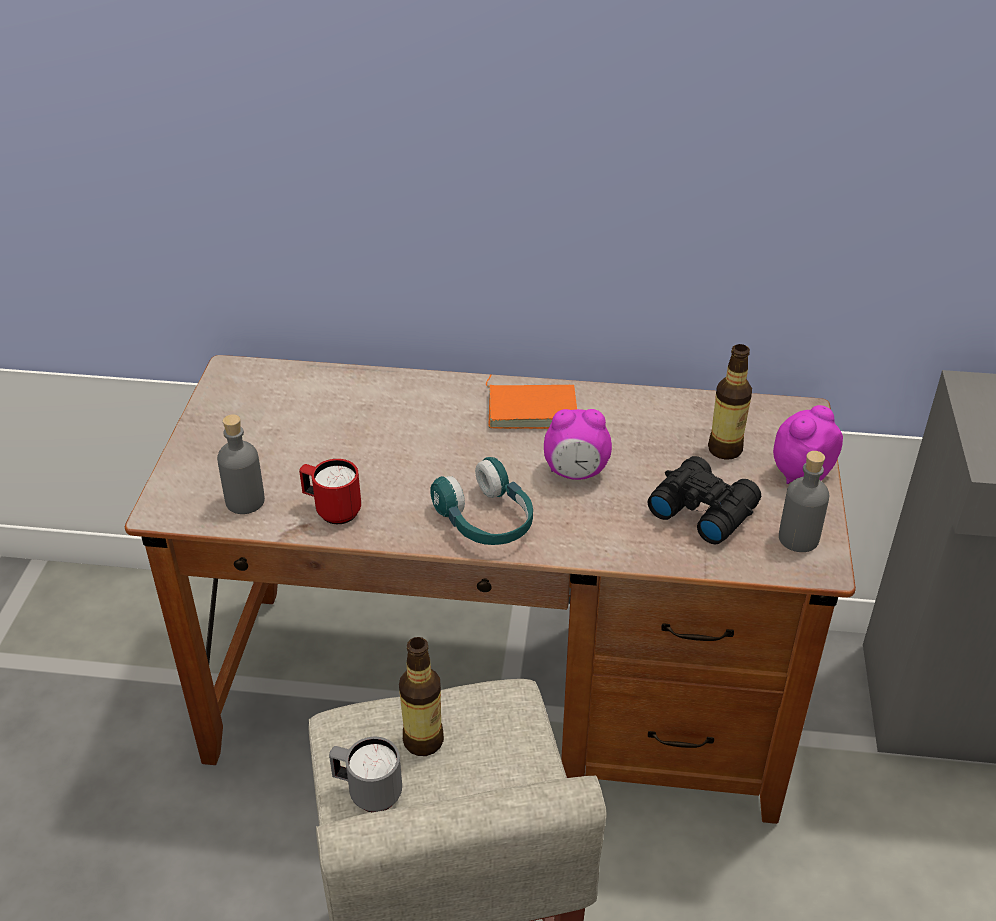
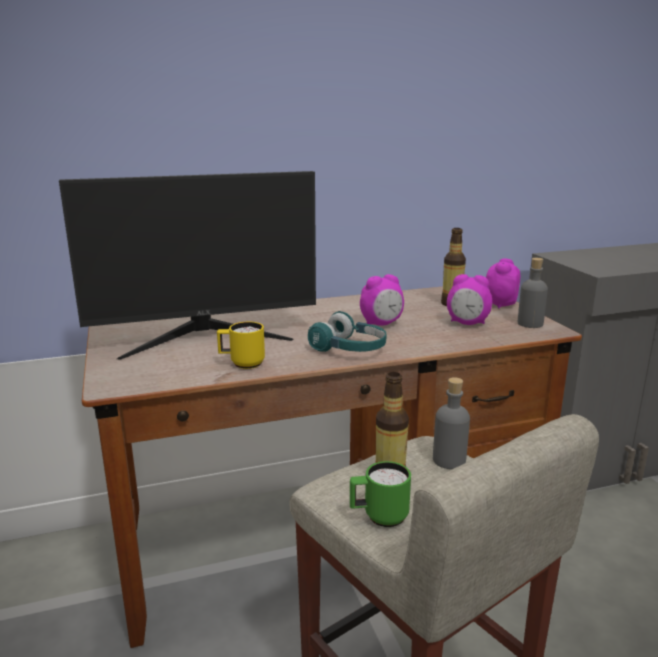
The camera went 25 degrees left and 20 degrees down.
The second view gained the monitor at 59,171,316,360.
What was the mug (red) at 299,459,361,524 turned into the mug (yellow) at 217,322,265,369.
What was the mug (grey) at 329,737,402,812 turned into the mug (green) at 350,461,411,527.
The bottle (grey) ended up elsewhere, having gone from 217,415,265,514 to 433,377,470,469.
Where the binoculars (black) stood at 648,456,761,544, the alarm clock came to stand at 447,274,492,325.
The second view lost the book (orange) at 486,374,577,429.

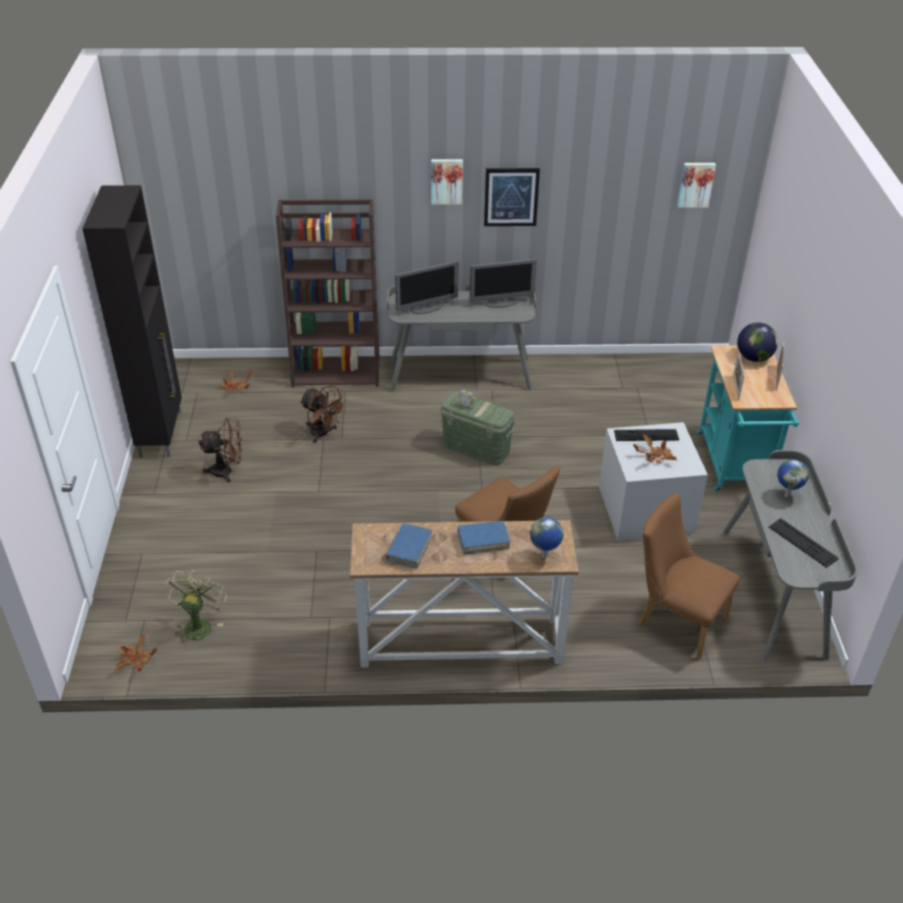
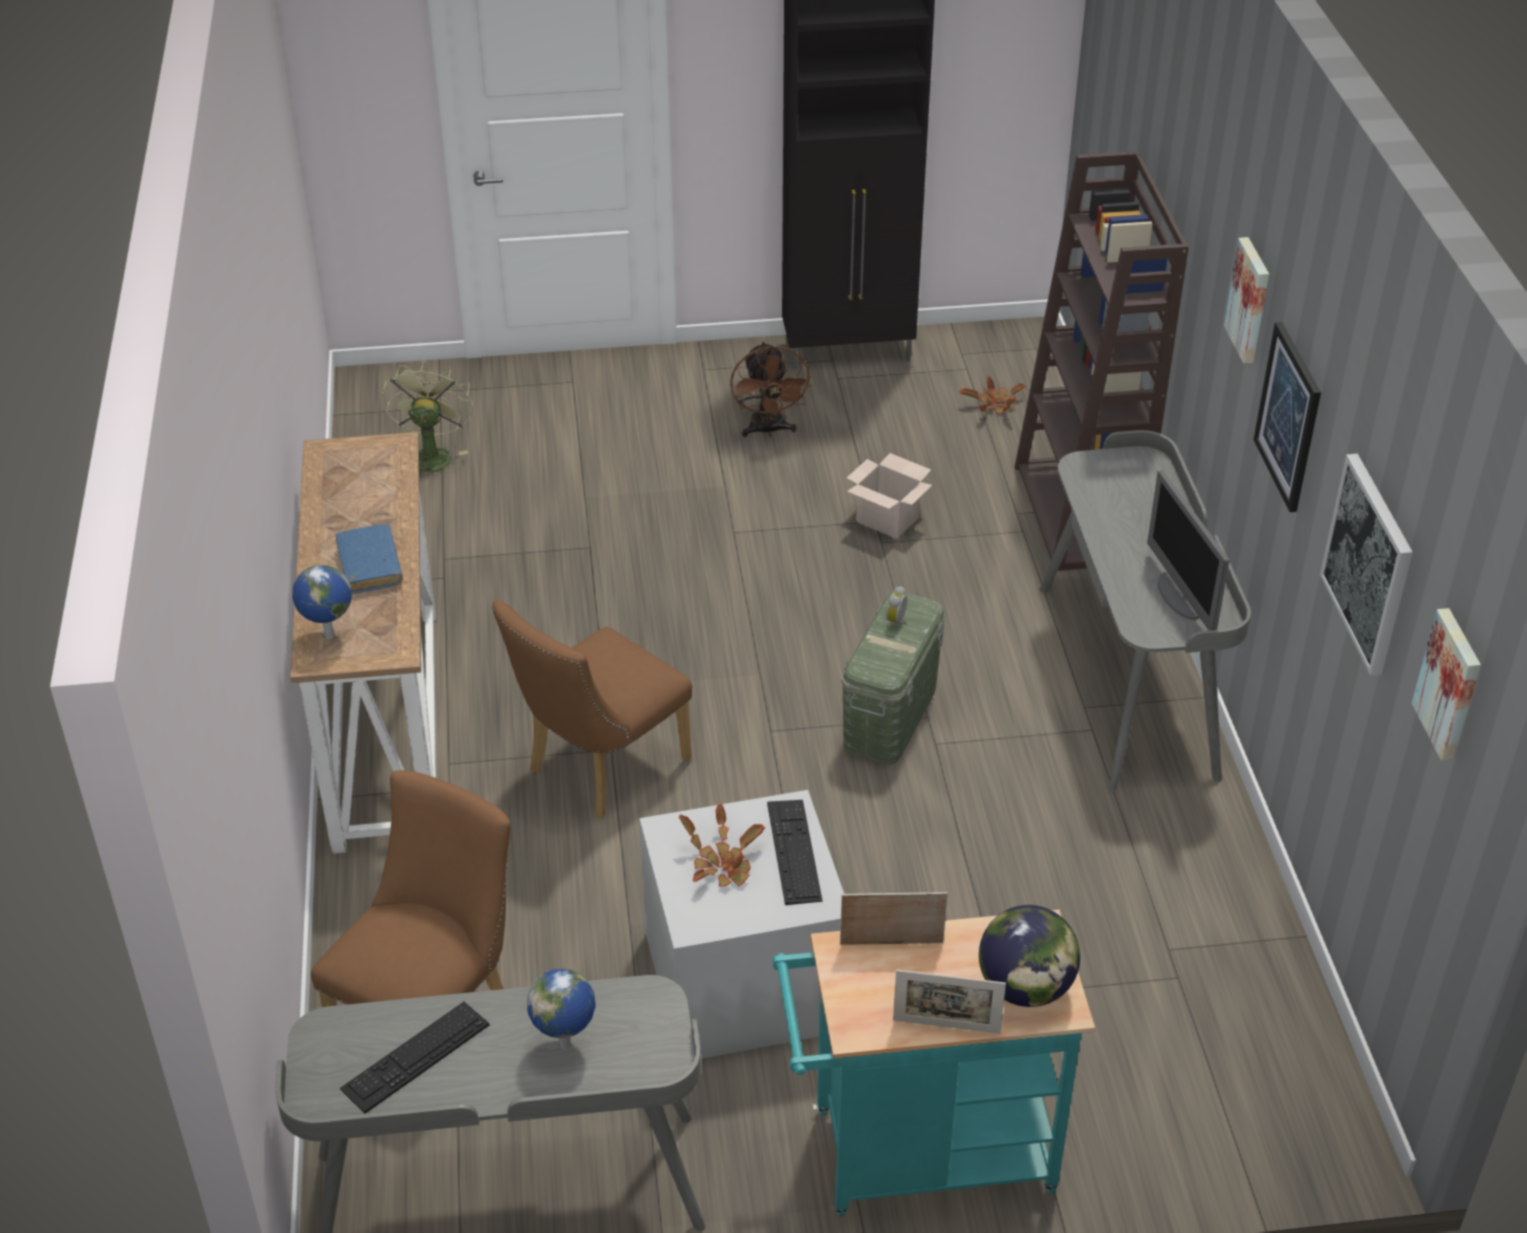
The camera went 85 degrees right and 0 degrees up.
The fan (green) at 164,570,227,646 ended up facing another way, 90 degrees counterclockwise from before.
Where the fan (brown) stood at 300,385,346,443, the cardboard box came to stand at 847,453,932,539.
The second view gained the picture at 1320,454,1413,676.
The second view lost the potted plant at 115,634,158,671.
The second view lost the book (blue) at 386,524,432,569.
The second view lost the monitor at 395,261,459,314.

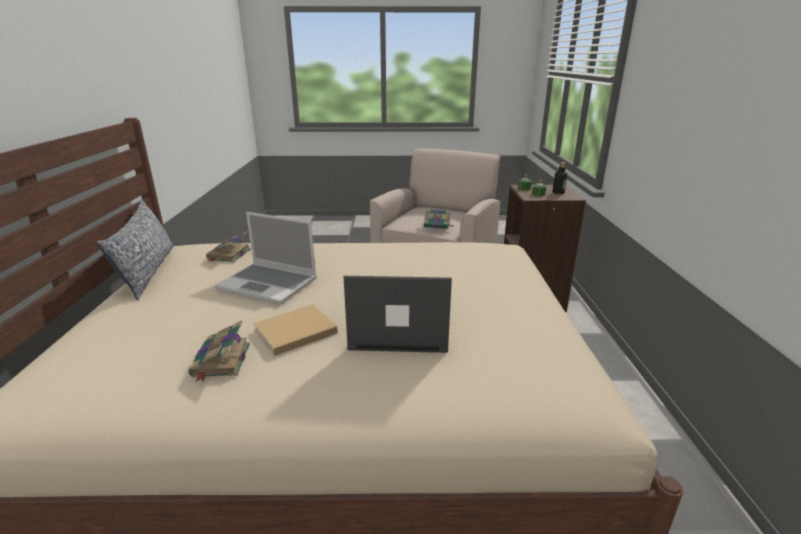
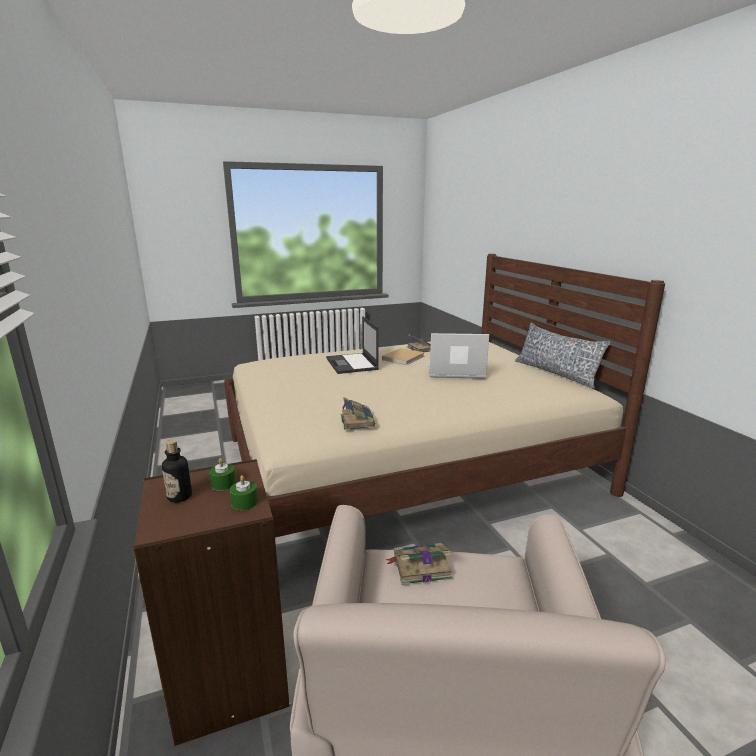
The camera went 160 degrees right and 5 degrees down.
The laptop at 343,276,452,353 ended up facing another way, 90 degrees clockwise from before.
The book ended up elsewhere, having gone from 206,231,251,262 to 341,397,375,430.

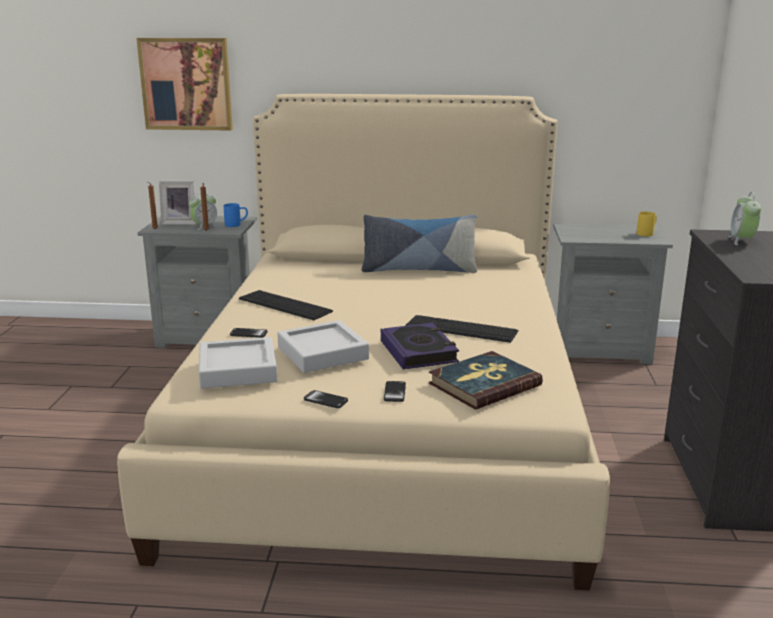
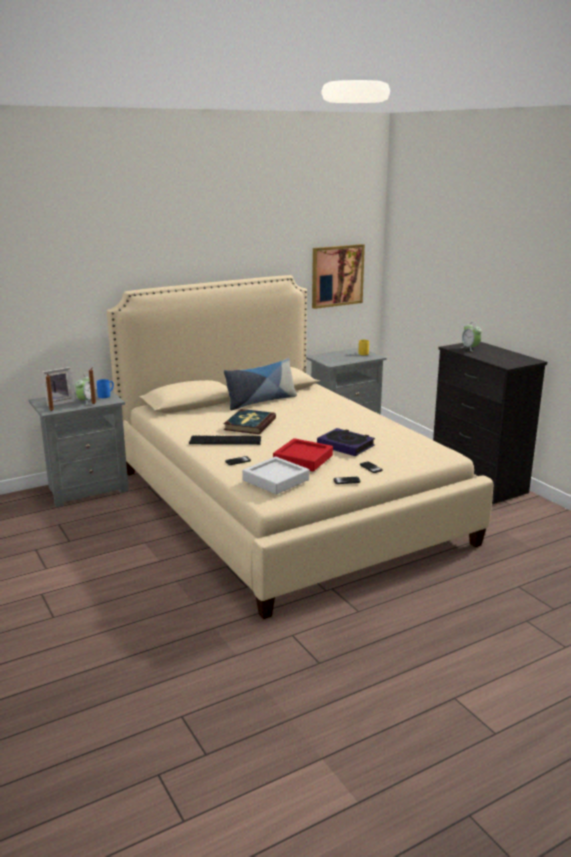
The camera went 35 degrees left and 0 degrees up.
The book ended up elsewhere, having gone from 429,351,543,410 to 224,409,276,434.
What was the tray (grey) at 277,320,369,373 turned into the tray (red) at 273,438,333,471.
The picture ended up elsewhere, having gone from 137,38,233,131 to 312,244,365,309.
The second view lost the keyboard at 405,315,518,343.

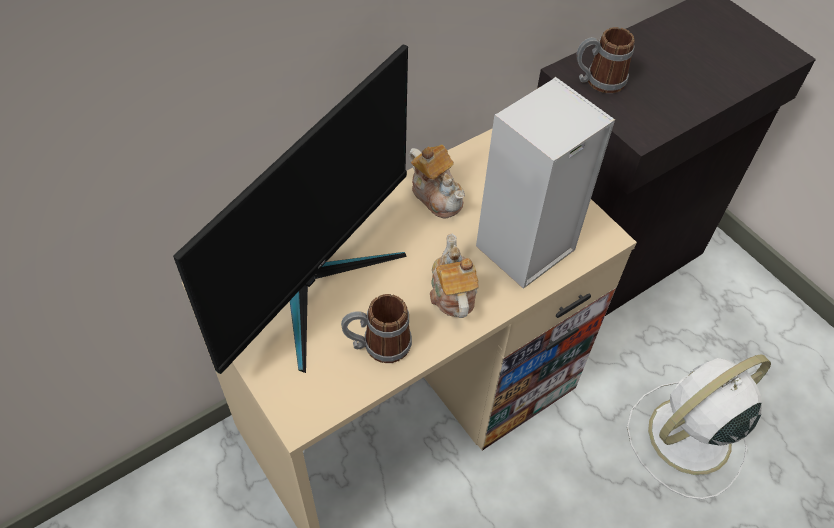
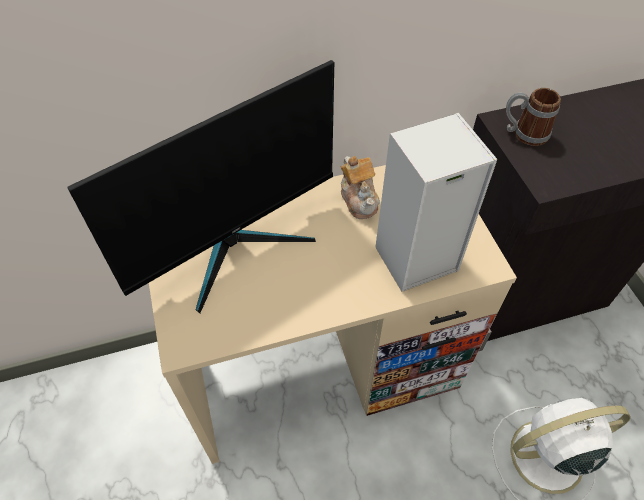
The camera went 20 degrees right and 0 degrees up.
The second view lost the mug at 341,294,412,363.
The second view lost the teapot at 430,233,479,318.

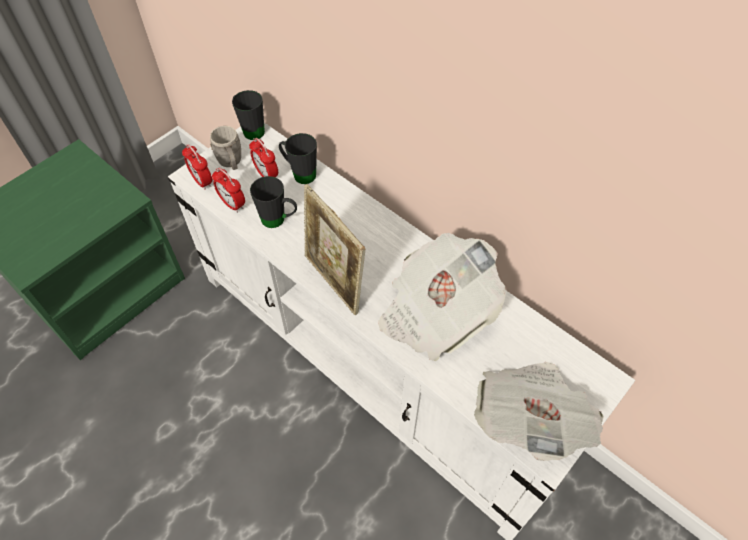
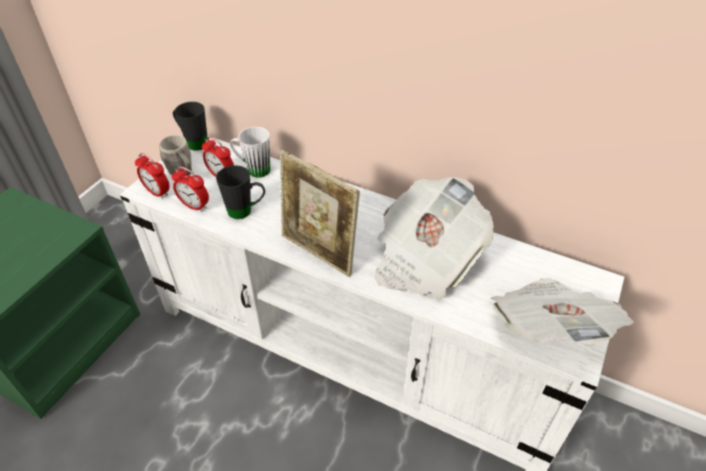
The camera went 15 degrees left and 10 degrees down.
What was the mug (black) at 279,133,317,184 turned into the mug (white) at 230,127,270,178.

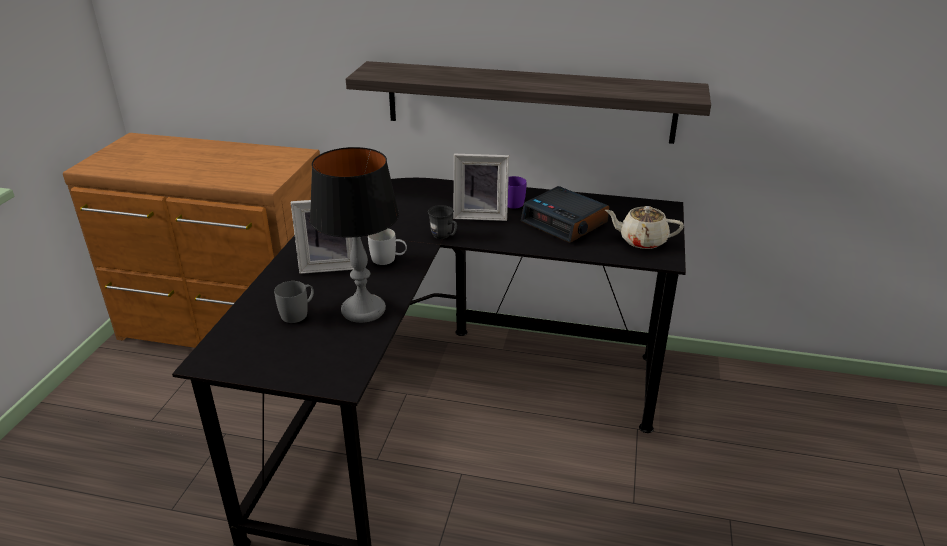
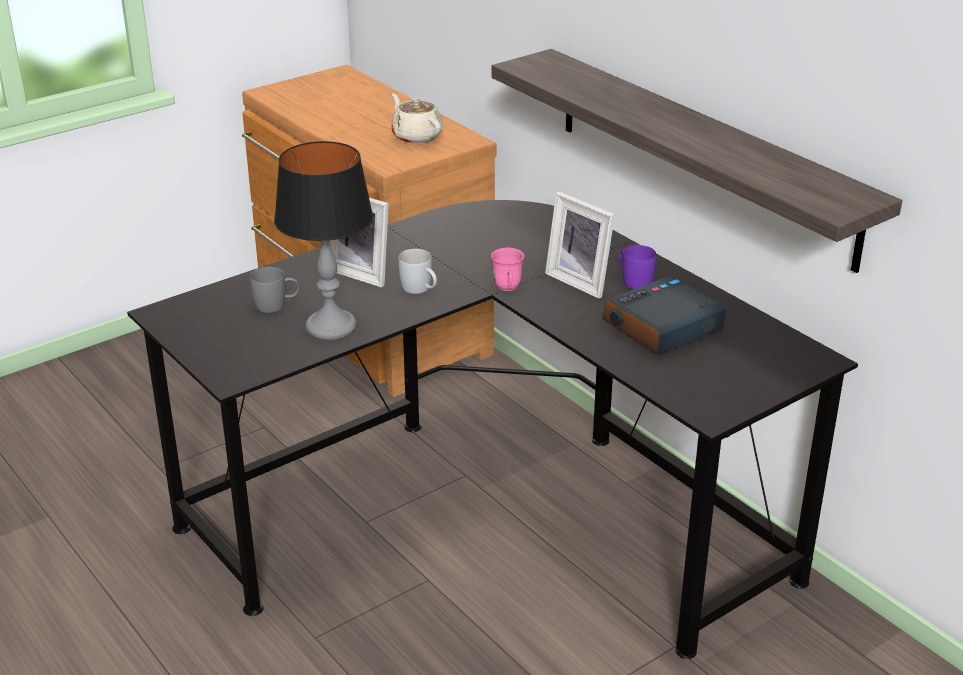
The camera went 40 degrees right and 0 degrees up.
The teapot (beige) ended up elsewhere, having gone from 605,206,684,249 to 391,93,443,144.
What was the mug (grey) at 428,205,457,239 turned into the mug (pink) at 491,248,524,291.
The alarm clock at 521,186,609,243 ended up facing another way, 60 degrees clockwise from before.

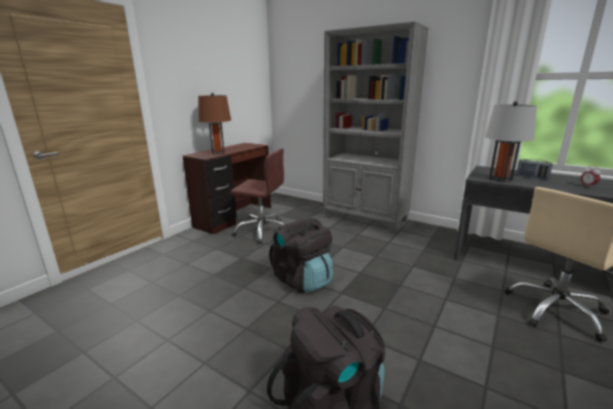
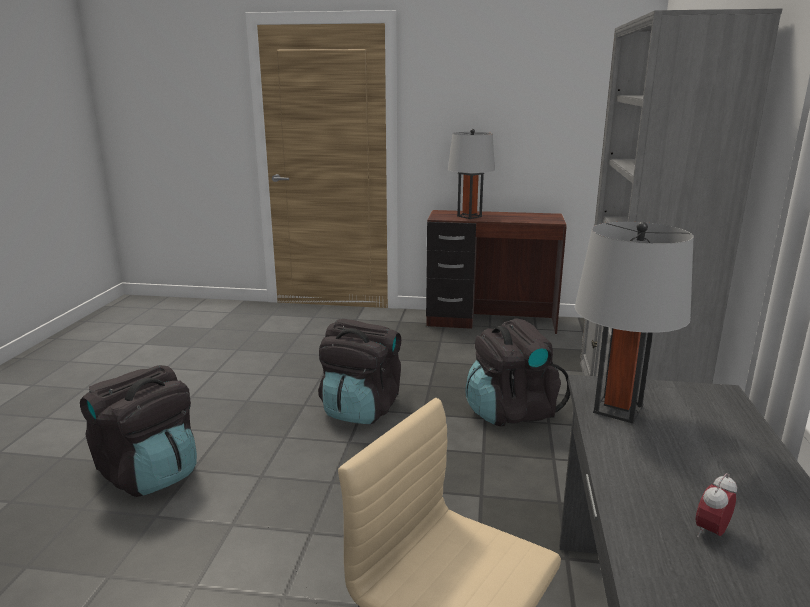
The camera went 65 degrees right and 0 degrees up.
What was the table lamp (brown) at 198,93,231,154 turned into the table lamp (grey) at 448,129,495,219.
The second view gained the backpack (black) at 466,318,570,426.
The second view lost the office chair (brown) at 231,148,284,244.
The second view lost the radio at 516,159,553,179.

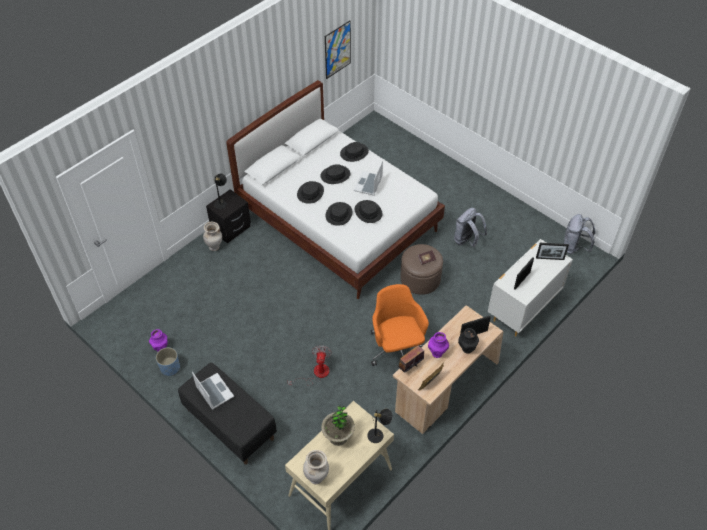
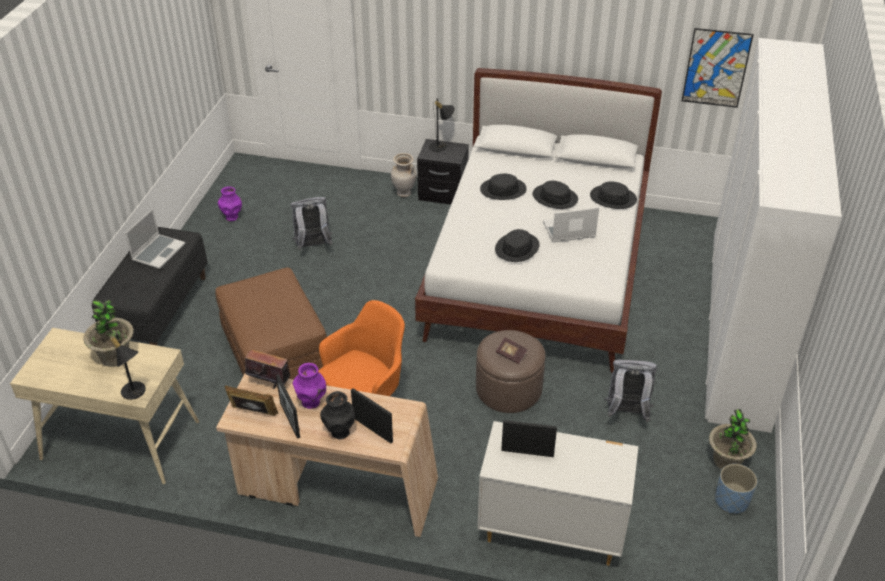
The camera went 60 degrees right and 10 degrees down.
Where the fan stood at 288,345,332,386, the ottoman (brown) came to stand at 215,268,327,380.
The picture frame ended up elsewhere, having gone from 536,243,569,260 to 276,375,300,439.
The backpack (grey) ended up elsewhere, having gone from 564,214,595,254 to 290,197,333,250.
The second view gained the wardrobe (white) at 705,38,842,433.
The second view gained the potted plant at 709,409,757,470.
The planter (blue) ended up elsewhere, having gone from 156,347,180,376 to 715,464,757,514.
The second view lost the vase (beige) at 303,450,329,484.
The second view lost the hat (black) at 326,202,353,226.

